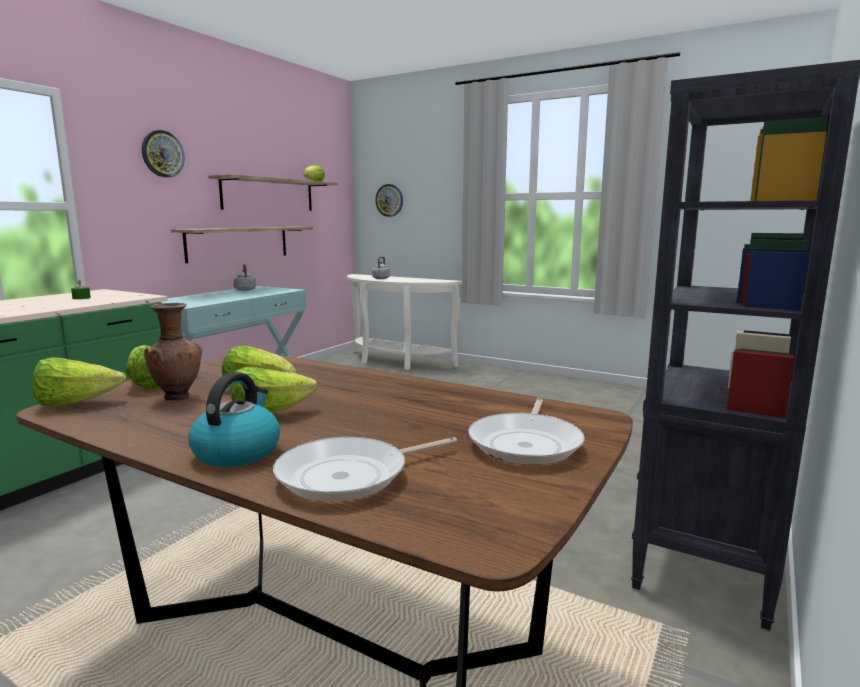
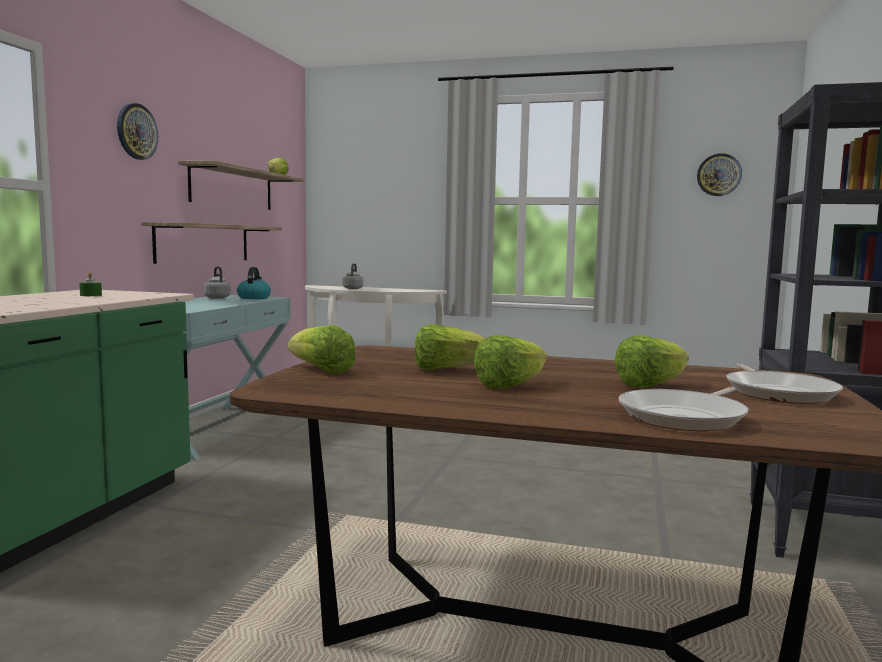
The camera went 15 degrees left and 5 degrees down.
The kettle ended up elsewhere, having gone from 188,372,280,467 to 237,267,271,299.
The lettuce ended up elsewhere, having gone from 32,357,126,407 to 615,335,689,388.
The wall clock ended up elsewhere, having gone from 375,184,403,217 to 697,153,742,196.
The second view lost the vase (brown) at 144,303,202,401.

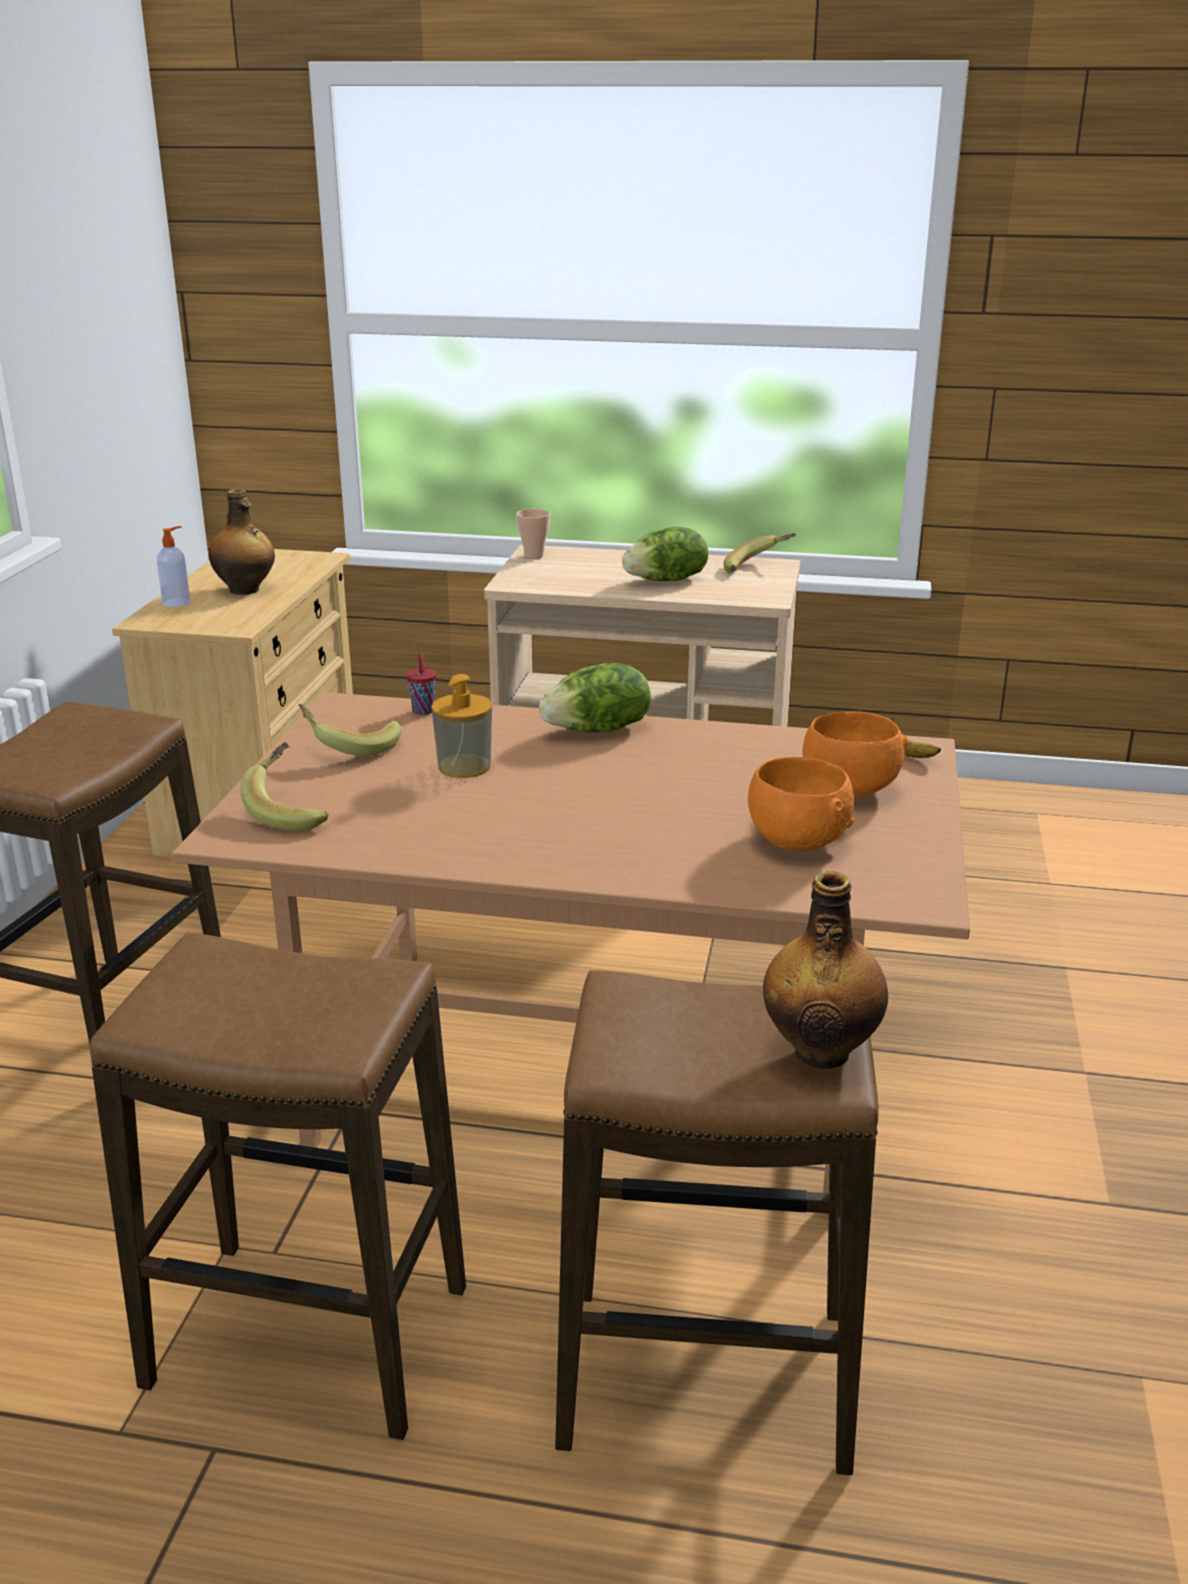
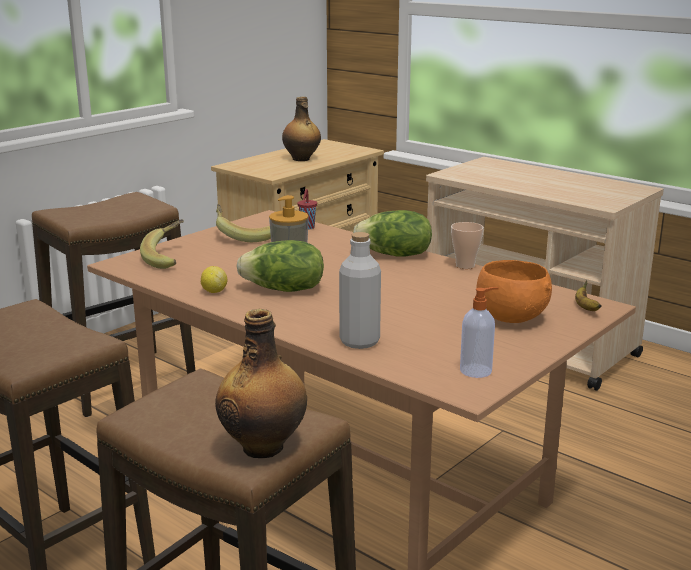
The camera went 30 degrees right and 5 degrees down.
The second view gained the lemon at 201,266,227,293.
The lettuce ended up elsewhere, having gone from 622,527,708,581 to 237,240,324,292.
The second view gained the bottle (grey) at 339,232,381,349.
The cup ended up elsewhere, having gone from 516,509,550,559 to 451,222,484,269.
The soap dispenser ended up elsewhere, having gone from 157,526,190,607 to 460,287,499,378.
The second view lost the banana at 724,533,796,573.
The second view lost the bowl (orange) at 748,757,854,851.

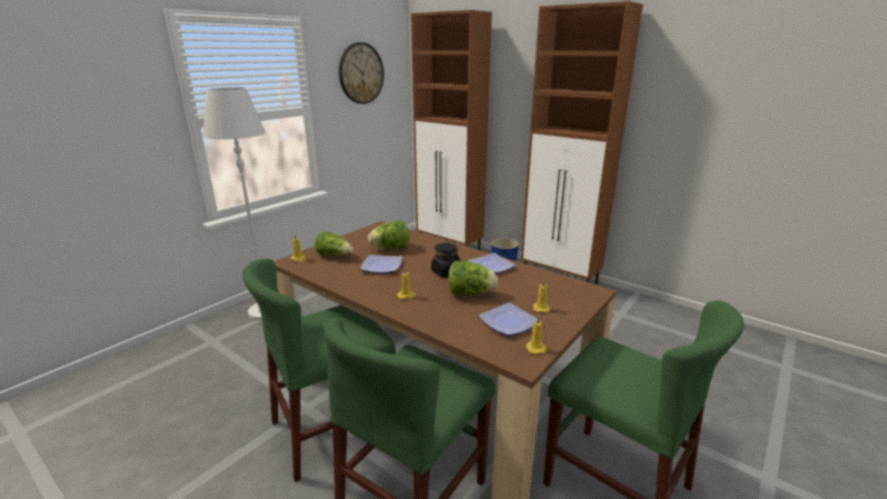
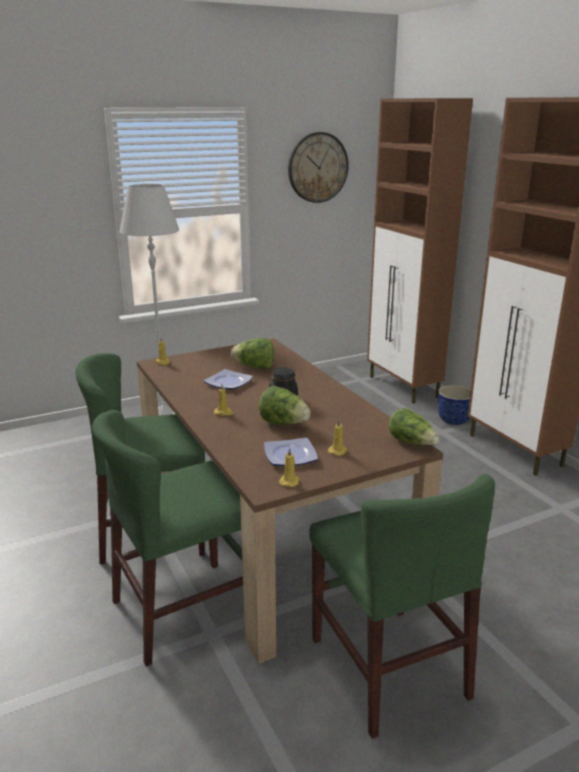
The camera went 25 degrees right and 0 degrees up.
The lettuce ended up elsewhere, having gone from 314,231,353,256 to 389,408,439,445.
The second view lost the plate at 468,253,516,274.

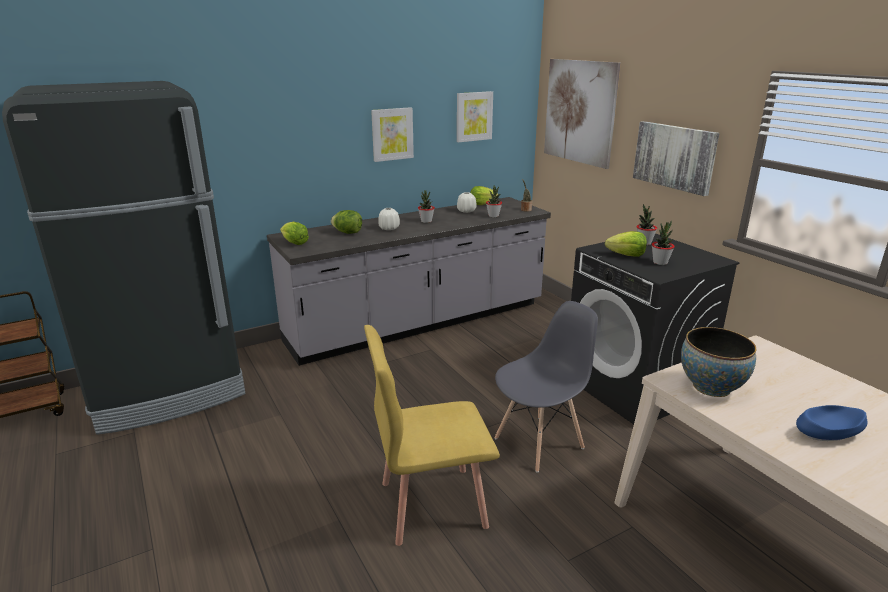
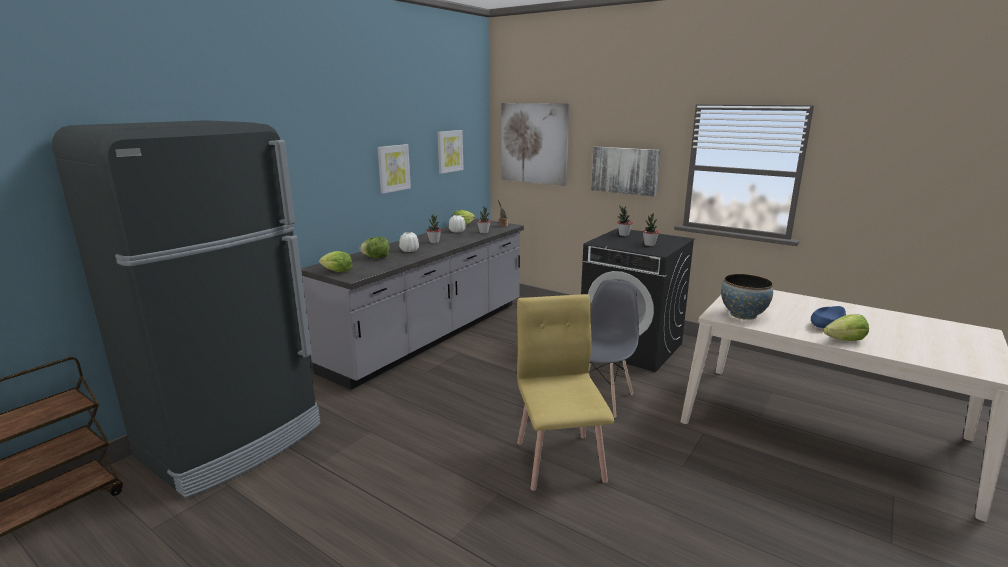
The camera went 25 degrees left and 5 degrees down.
The chair (yellow) at 364,325,500,546 ended up facing another way, 120 degrees clockwise from before.
The lettuce ended up elsewhere, having gone from 605,231,647,257 to 824,314,869,341.

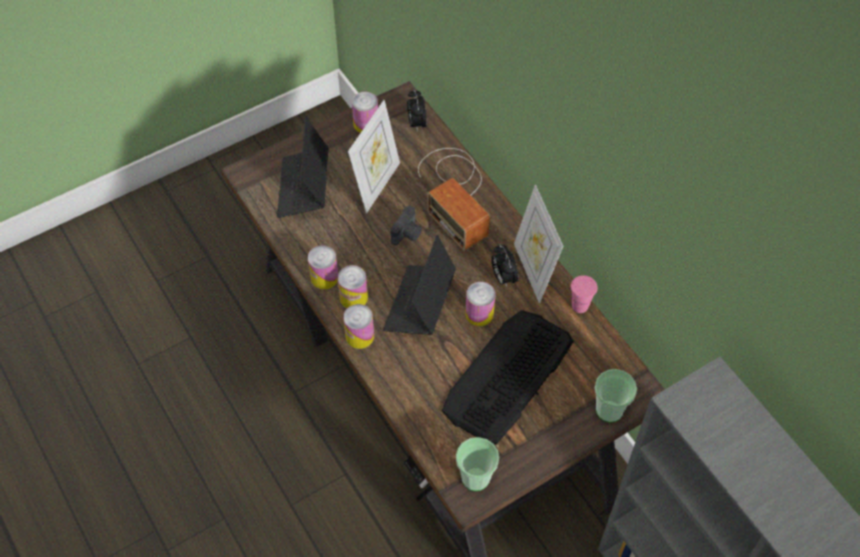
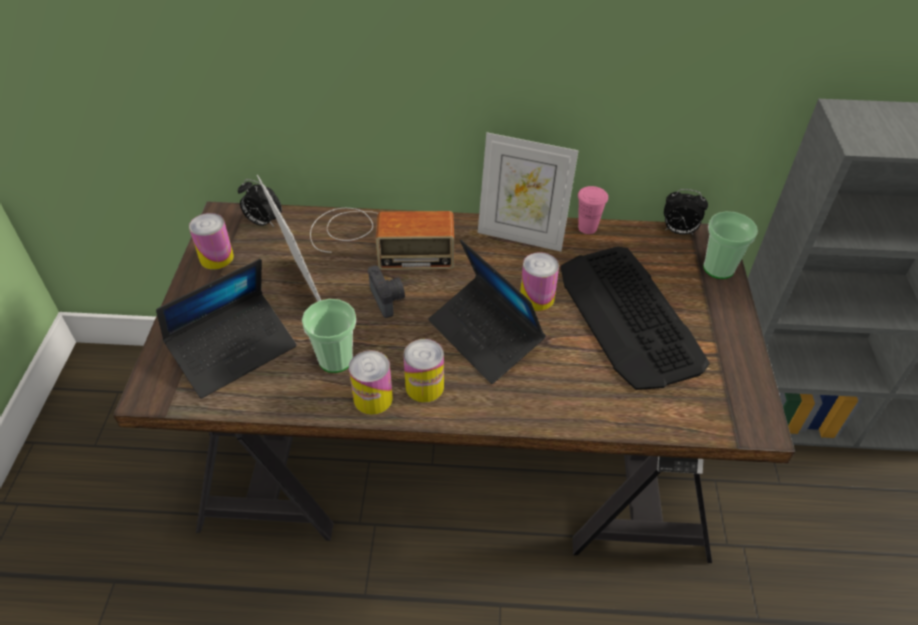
The camera went 55 degrees left and 10 degrees down.
The laptop at 277,117,328,218 ended up facing another way, 75 degrees counterclockwise from before.
The cup ended up elsewhere, having gone from 456,437,499,491 to 302,299,356,373.
The alarm clock ended up elsewhere, having gone from 491,245,519,287 to 664,189,708,235.
The second view lost the can at 343,304,374,349.

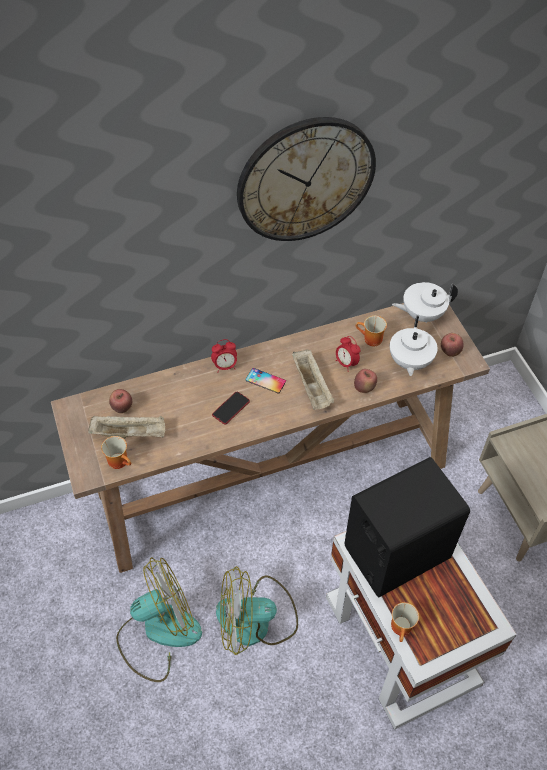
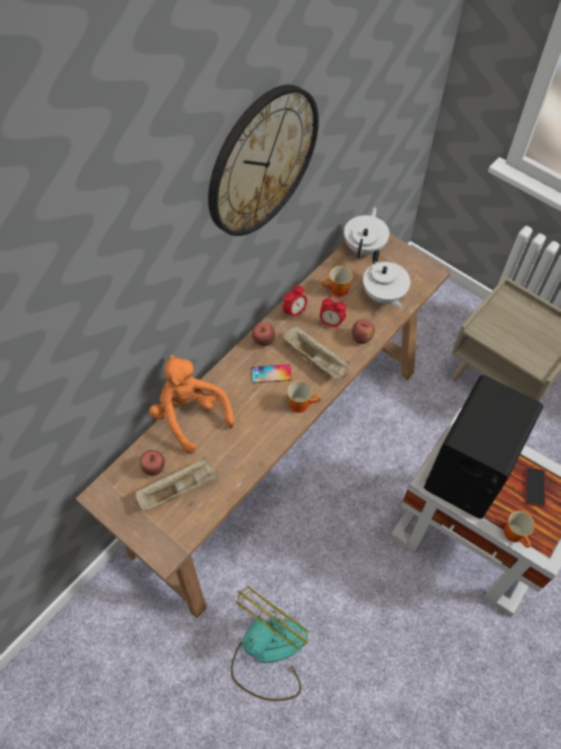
The camera went 30 degrees left and 5 degrees up.
The second view gained the plush toy (orange) at 149,355,234,454.
The apple ended up elsewhere, having gone from 441,333,464,357 to 252,322,275,346.
The alarm clock ended up elsewhere, having gone from 211,339,237,373 to 283,285,307,320.
The mug ended up elsewhere, having gone from 101,436,131,469 to 287,380,321,413.
The teapot (white) at 392,282,458,323 ended up facing another way, 150 degrees clockwise from before.
The phone ended up elsewhere, having gone from 212,392,250,424 to 525,468,546,507.
The second view lost the fan at 216,566,298,655.

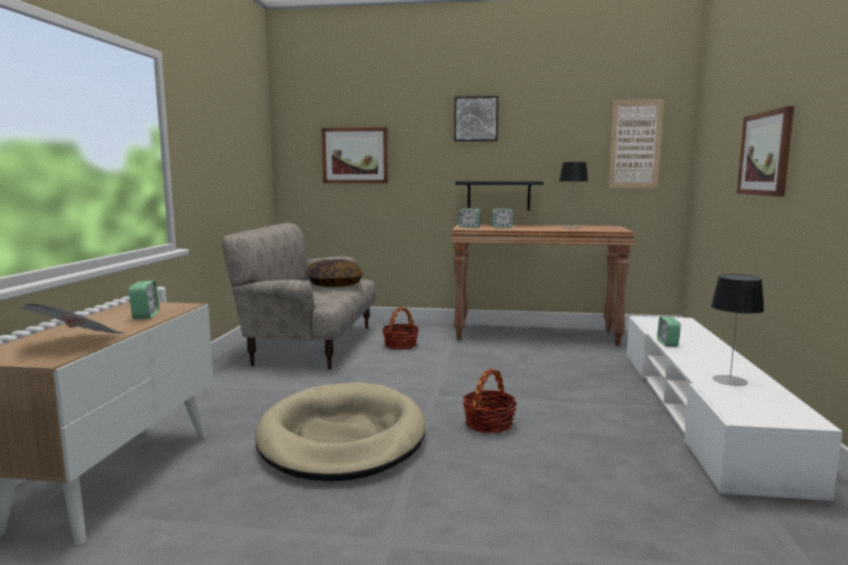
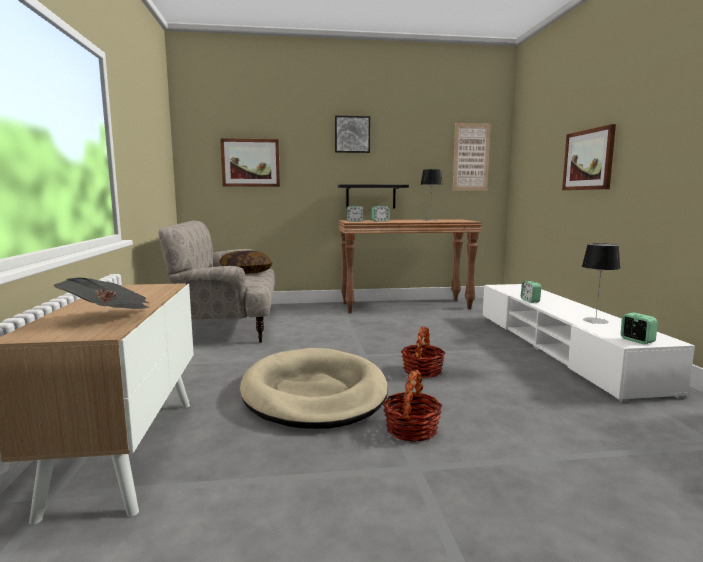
The camera went 15 degrees left and 0 degrees up.
The basket ended up elsewhere, having gone from 382,307,419,349 to 383,370,443,442.
The alarm clock ended up elsewhere, having gone from 129,281,159,319 to 621,312,658,344.

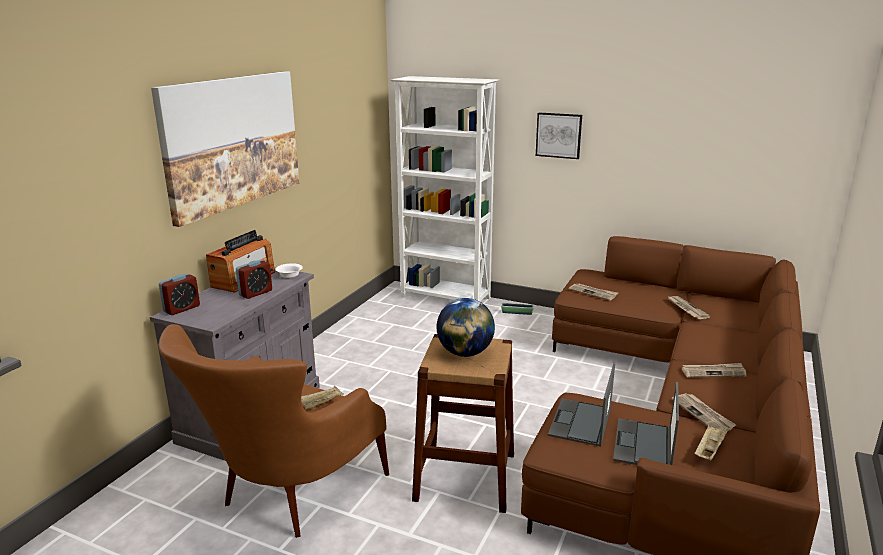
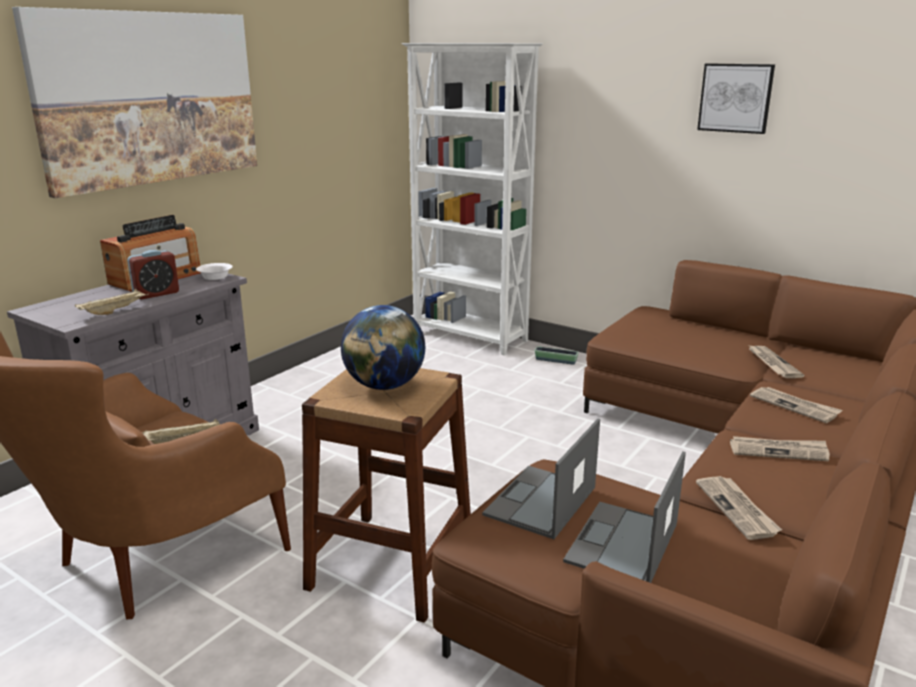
The camera went 10 degrees right and 0 degrees up.
The tray (beige) ended up elsewhere, having gone from 695,425,728,461 to 75,289,149,315.
The picture ended up elsewhere, having gone from 536,113,582,159 to 697,63,775,134.
The newspaper ended up elsewhere, having gone from 569,283,618,301 to 750,387,842,423.
The second view lost the alarm clock at 159,274,200,315.

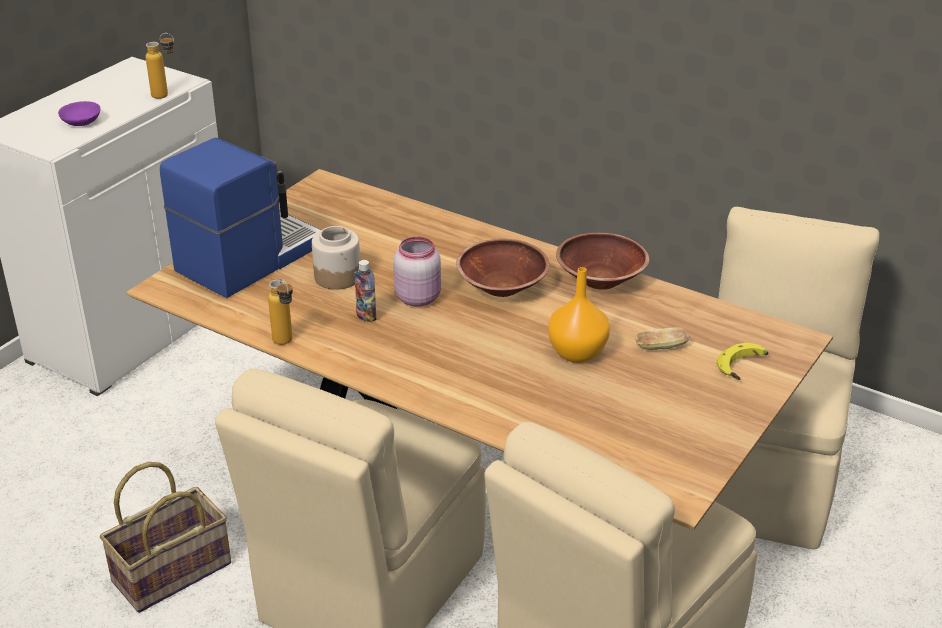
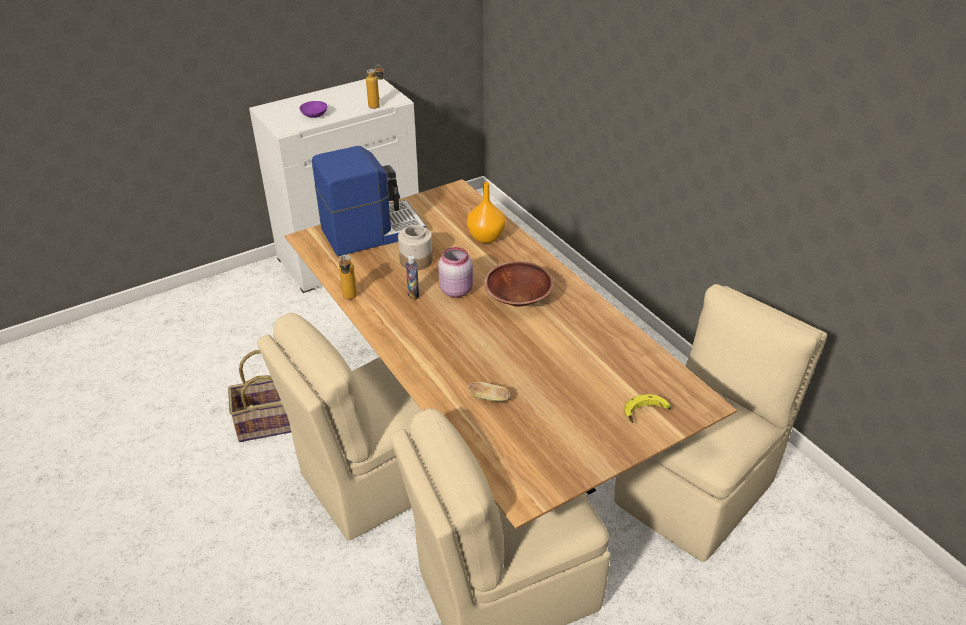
The camera went 25 degrees right and 5 degrees up.
The vase (orange) ended up elsewhere, having gone from 548,267,610,363 to 467,182,506,243.
The bread ended up elsewhere, having gone from 635,327,690,350 to 468,382,510,402.
The second view lost the bowl (brown) at 556,233,650,290.

